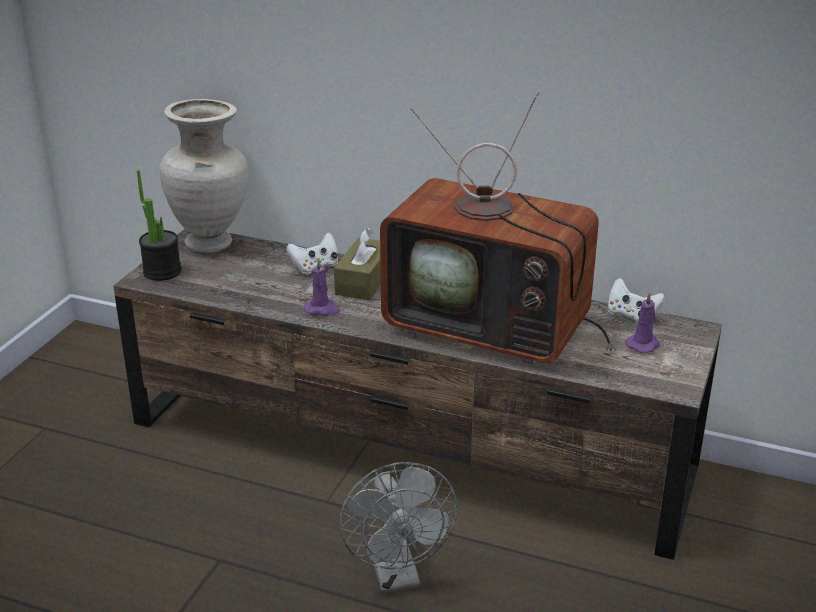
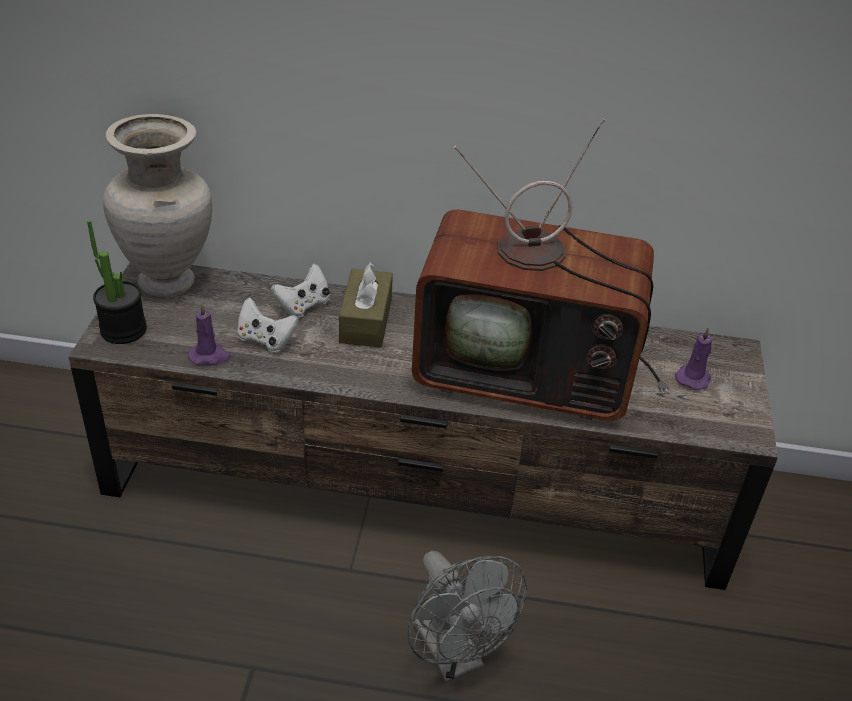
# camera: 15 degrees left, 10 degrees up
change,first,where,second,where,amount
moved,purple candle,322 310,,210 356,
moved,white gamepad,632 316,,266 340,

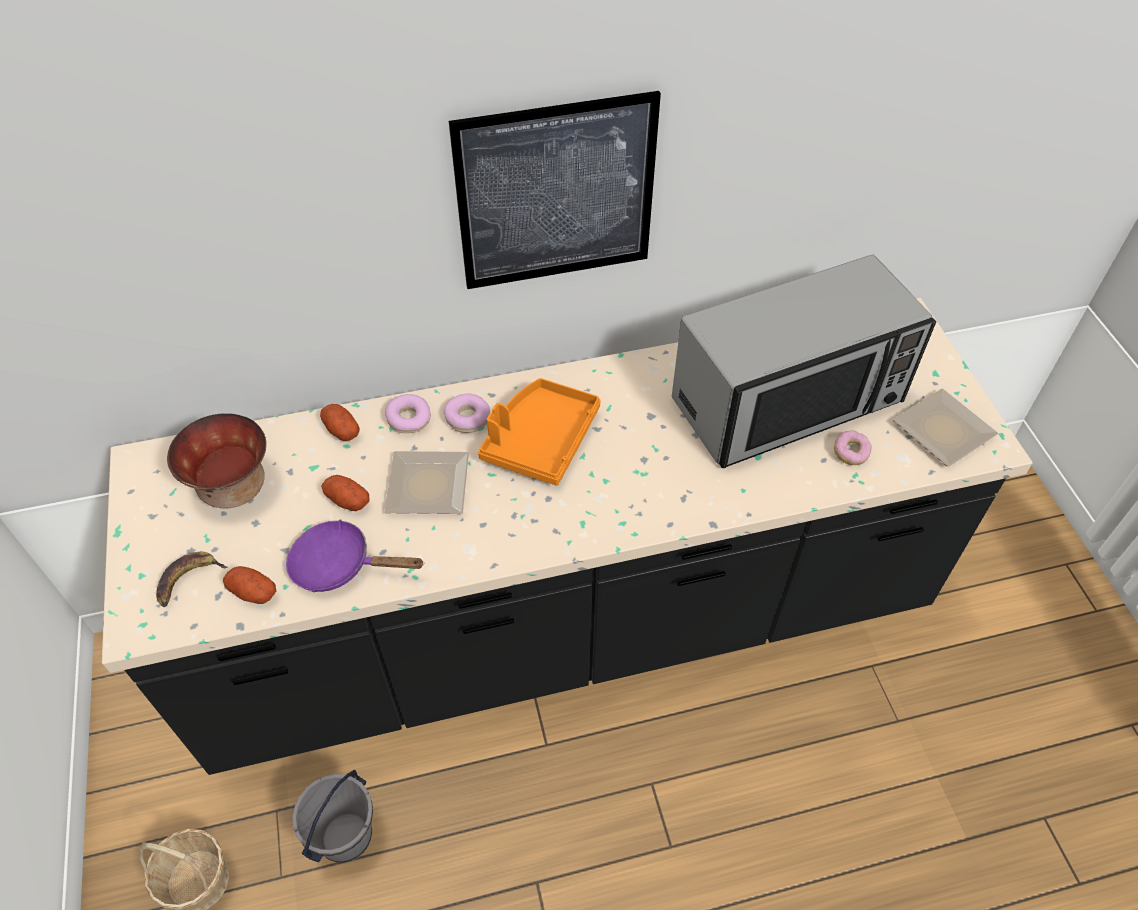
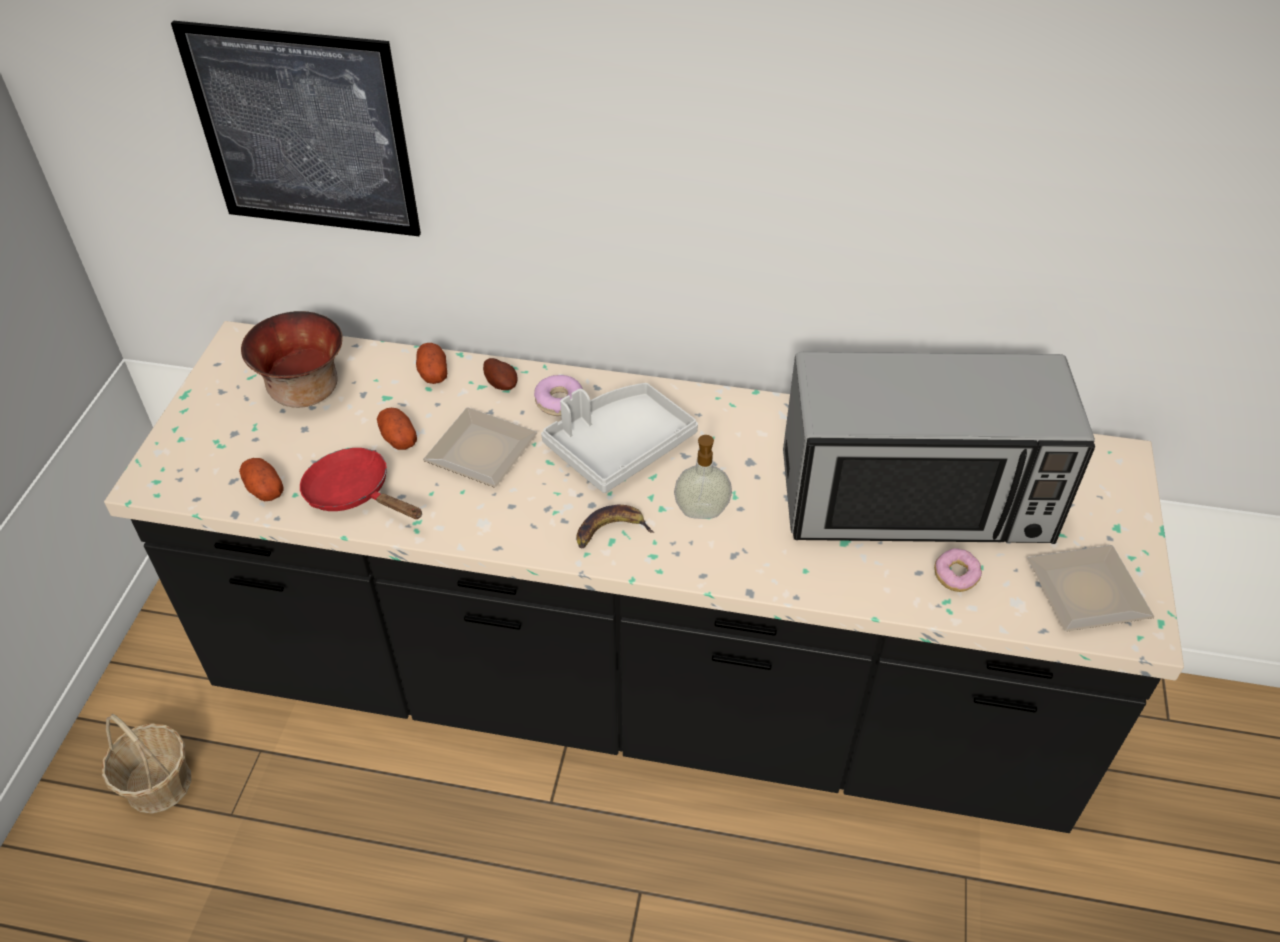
# camera: 25 degrees right, 5 degrees down
change,first,where,second,where,amount
moved,wall picture,556 194,,304 132,
recoloured,orange tray,540 440,greyish tray,619 446,
replaced,donut,409 419,whole potato,502 384,
recoloured,purple frying pan,340 565,red-coloured frying pan,355 494,
moved,banana fruit,187 580,,610 531,
removed,greyish bucket,345 836,,,
added,,,soap bottle,701 513,

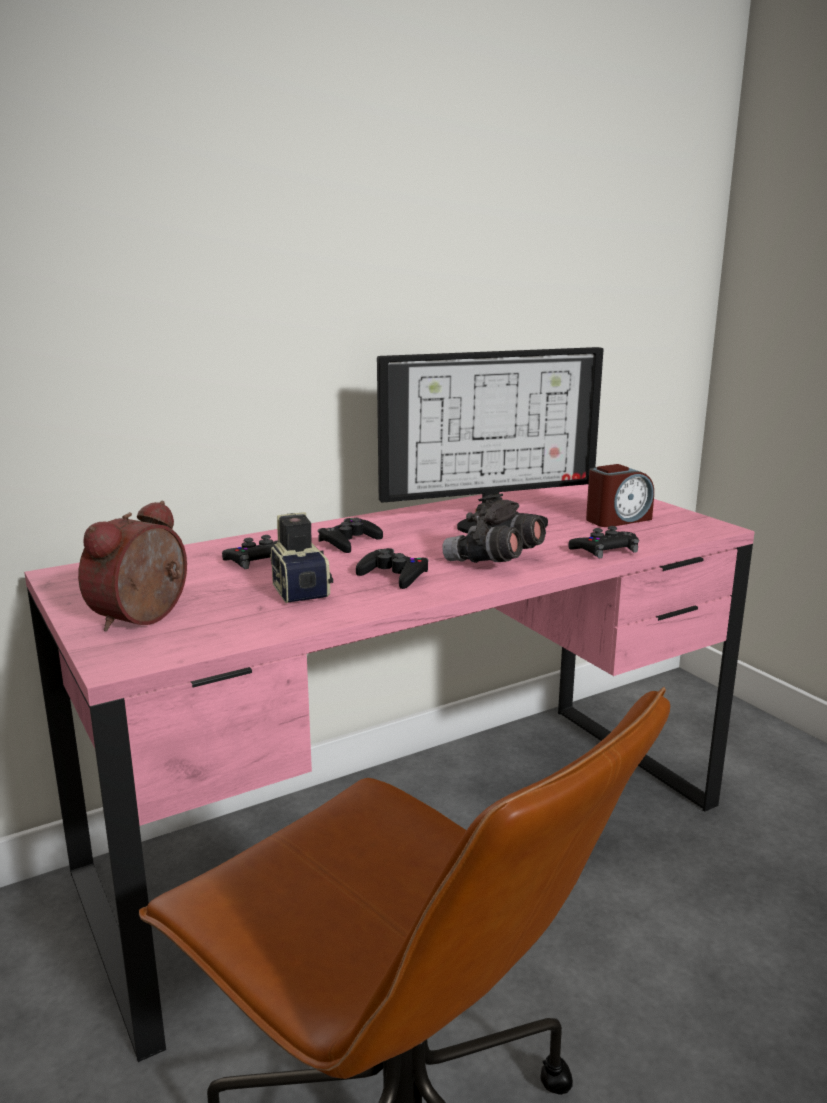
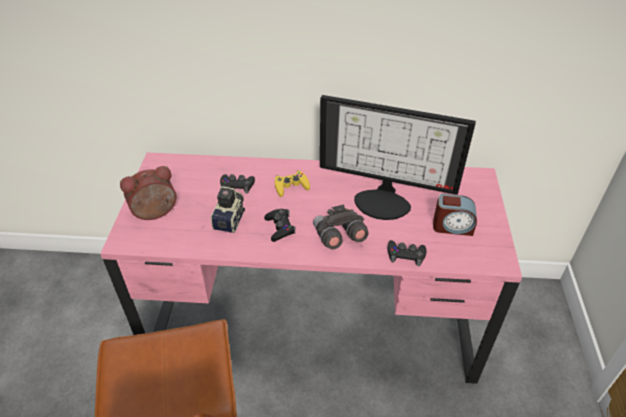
# camera: 35 degrees right, 25 degrees up
change,first,where,second,where,amount
recoloured,black-coloured gamepad,349 542,yellow gamepad,291 186,

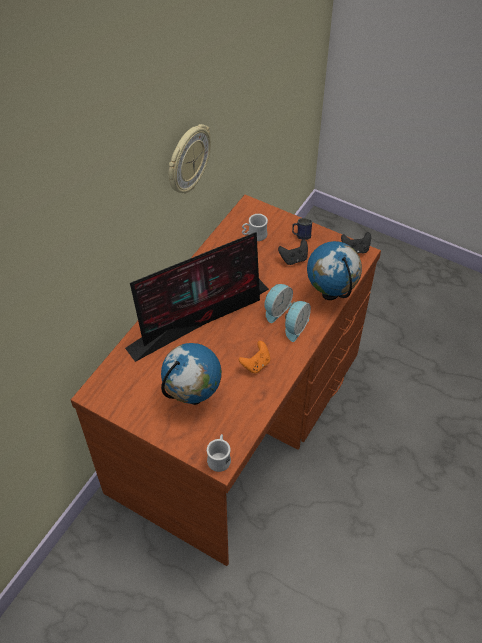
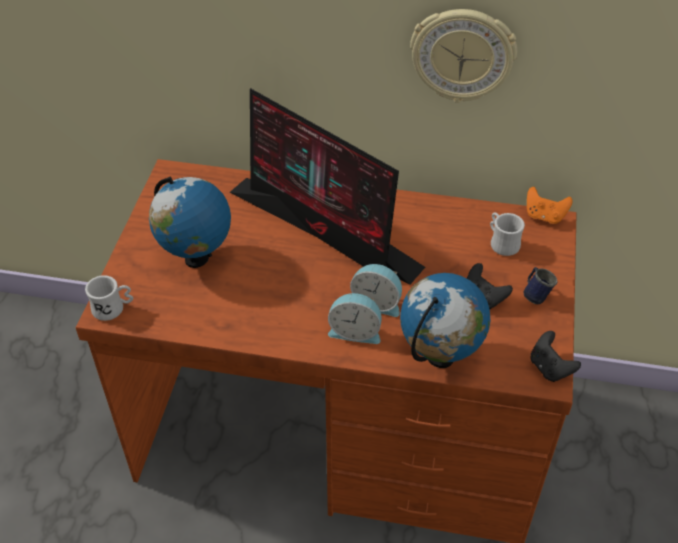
# camera: 70 degrees right, 5 degrees down
change,first,where,second,where,amount
moved,orange gamepad,256 364,,544 216,

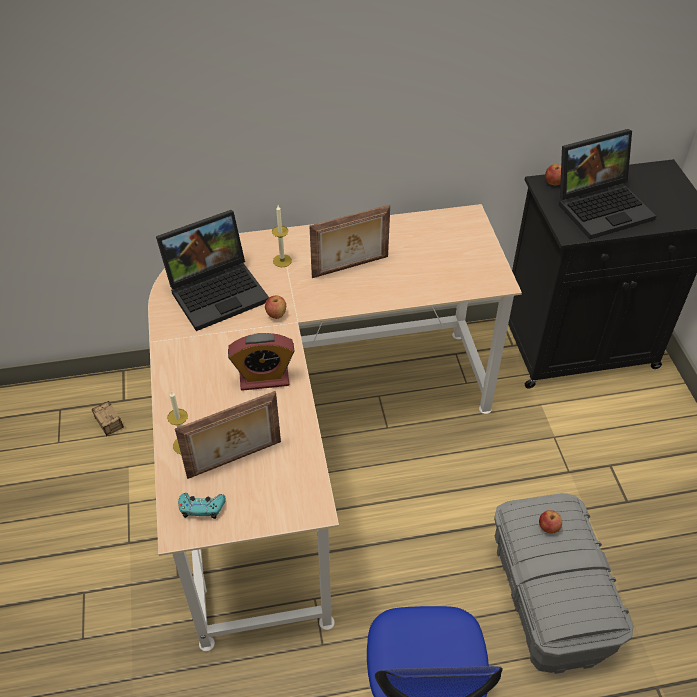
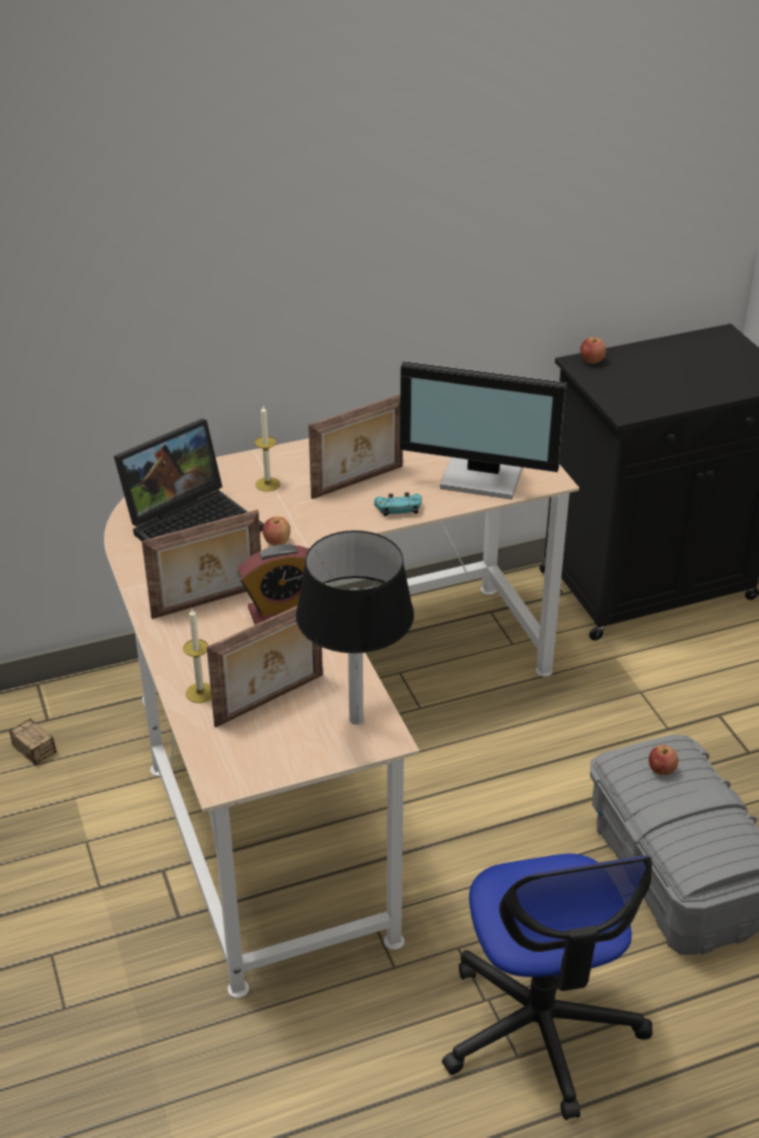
# camera: 10 degrees left, 10 degrees down
change,first,where,second,where,amount
removed,laptop,602 206,,,
moved,blue-green gamepad,202 507,,398 509,
added,,,monitor,483 476,
added,,,picture frame,208 603,
added,,,black-coloured table lamp,356 719,

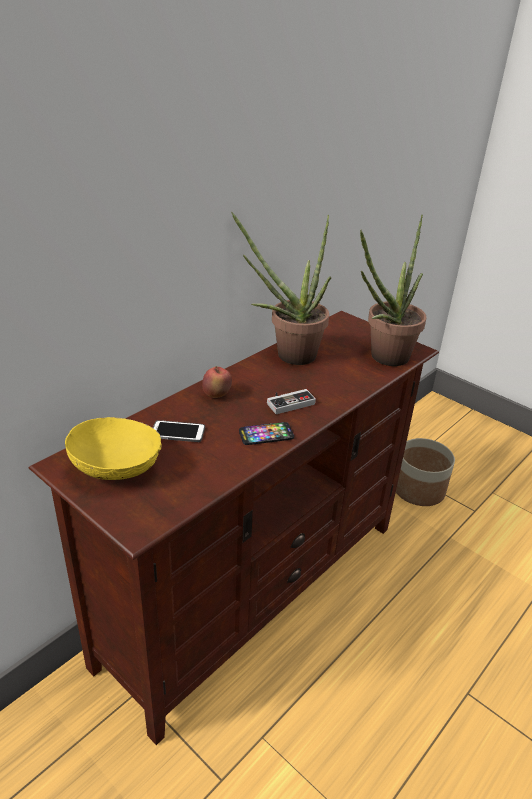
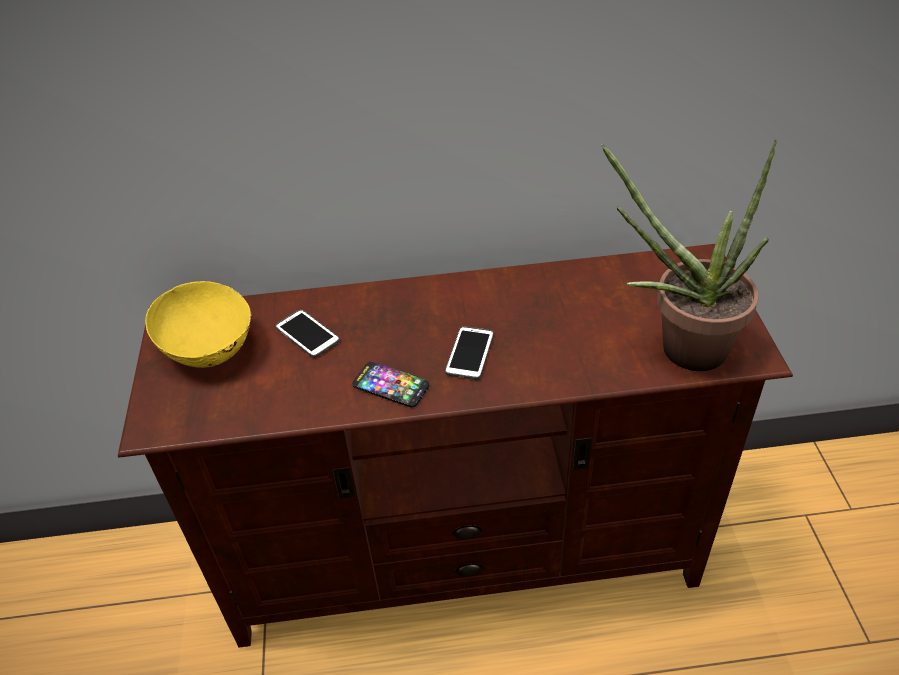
# camera: 45 degrees right, 10 degrees up
change,first,where,second,where,amount
removed,plant in a pot,287 355,,,
removed,apple fruit,217 395,,,
replaced,gamepad,288 401,handset,469 354,
removed,plant pot,418 489,,,

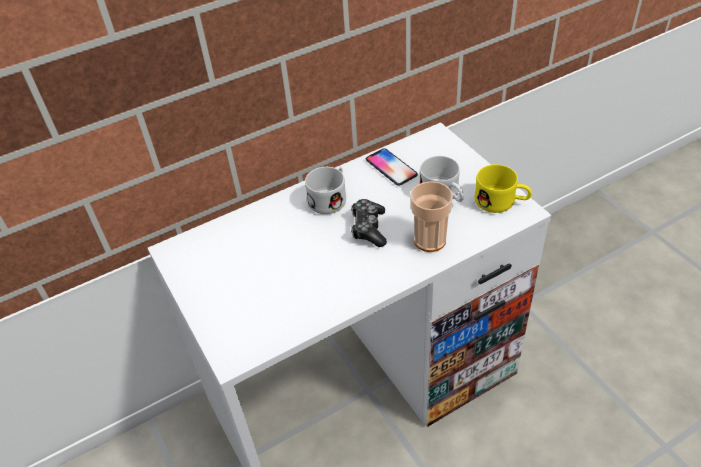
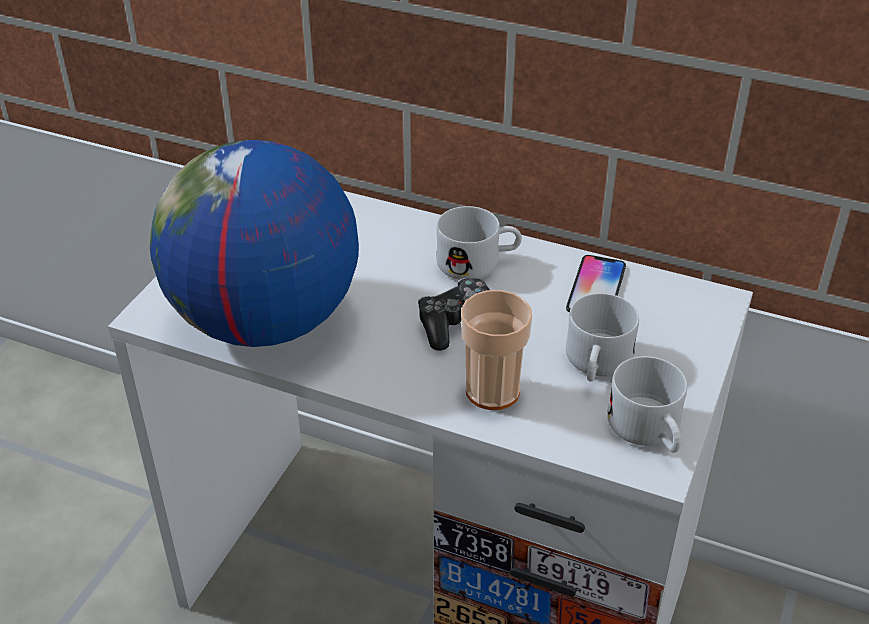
# camera: 50 degrees right, 5 degrees down
change,first,where,second,where,amount
recoloured,yellow mug,501 202,white mug,649 432,
added,,,desk globe,264 322,

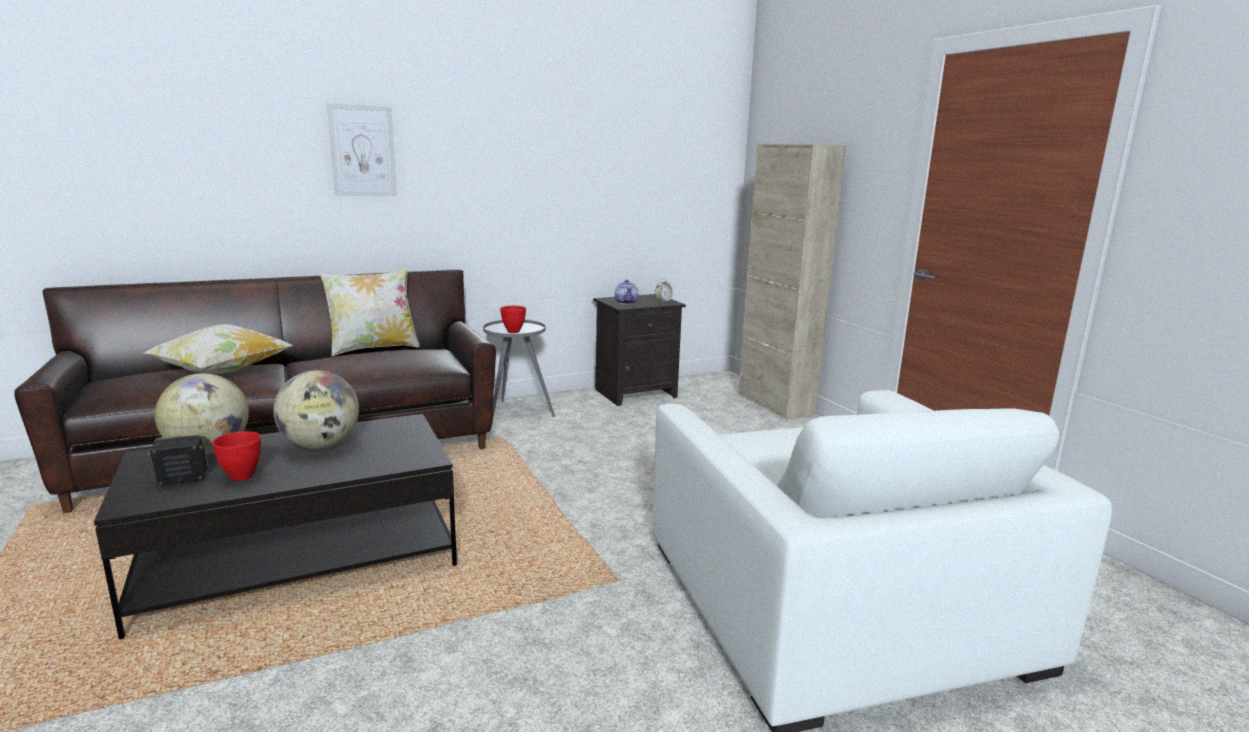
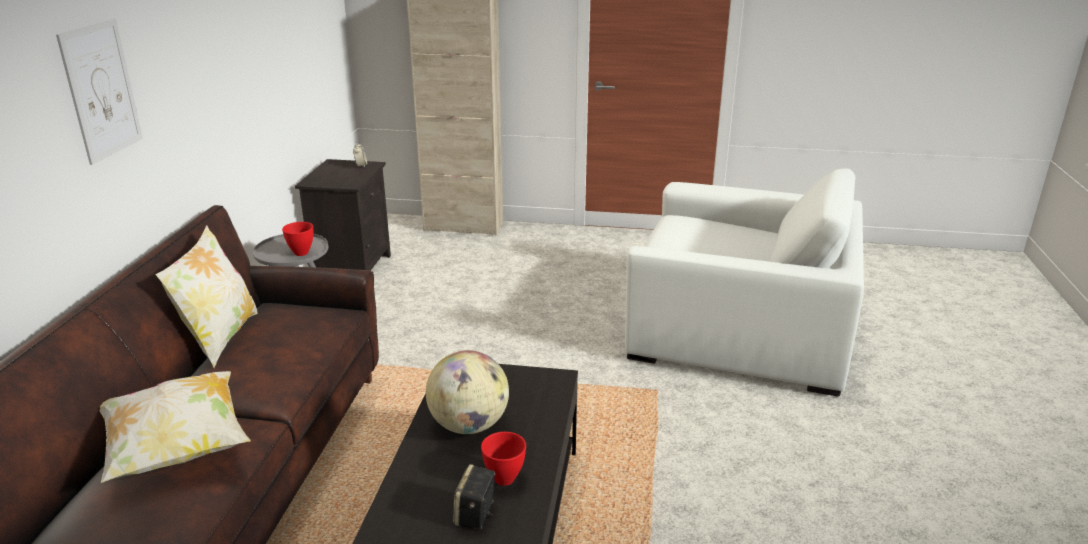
# camera: 55 degrees left, 10 degrees up
change,first,where,second,where,amount
removed,pot for tea,626 302,,,
removed,desk globe,209 450,,,

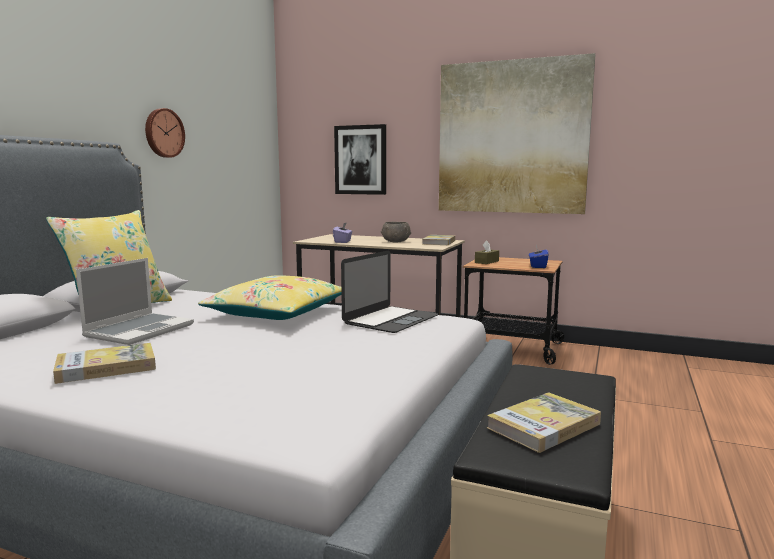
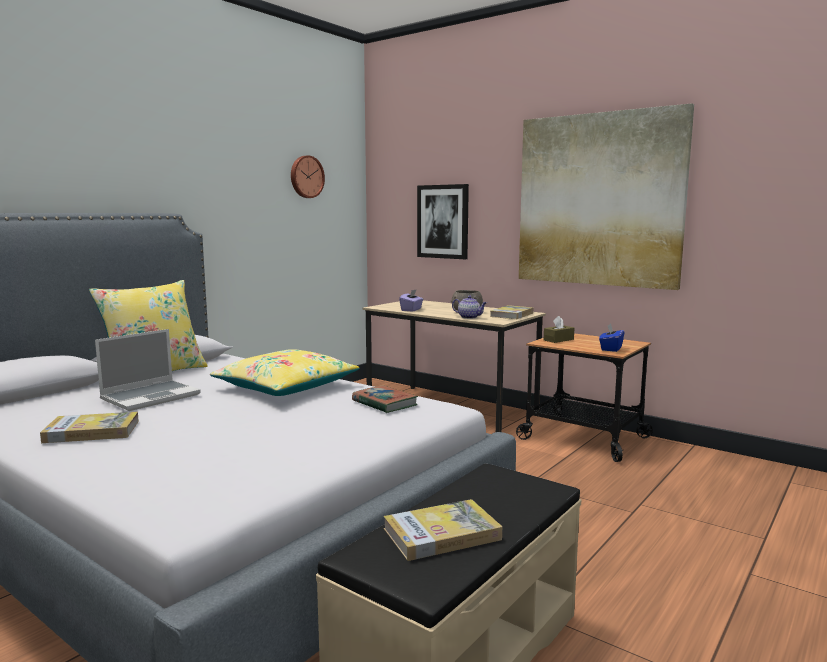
# camera: 15 degrees right, 0 degrees up
change,first,where,second,where,amount
moved,wall clock,163 133,,306 177,
replaced,laptop,390 319,volume,384 403,
added,,,pot for tea,469 317,

